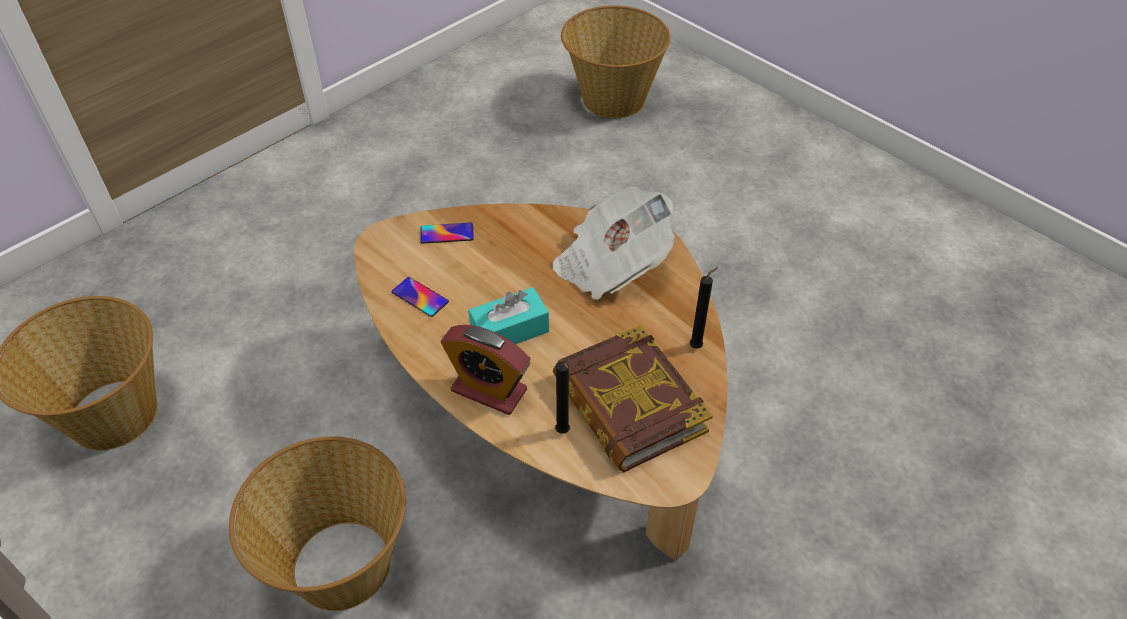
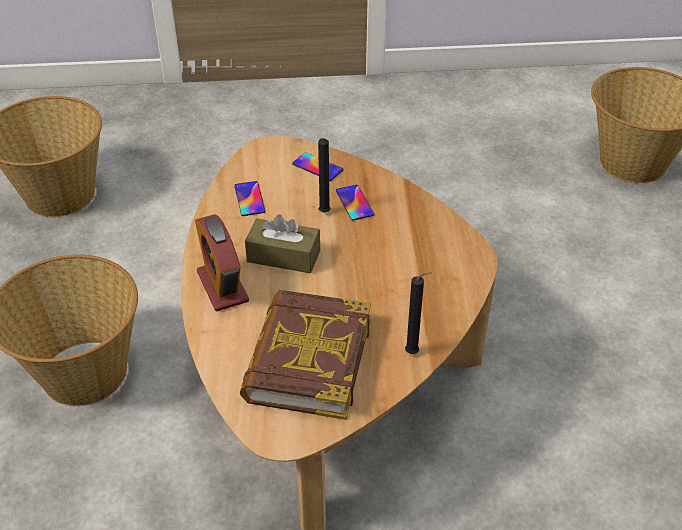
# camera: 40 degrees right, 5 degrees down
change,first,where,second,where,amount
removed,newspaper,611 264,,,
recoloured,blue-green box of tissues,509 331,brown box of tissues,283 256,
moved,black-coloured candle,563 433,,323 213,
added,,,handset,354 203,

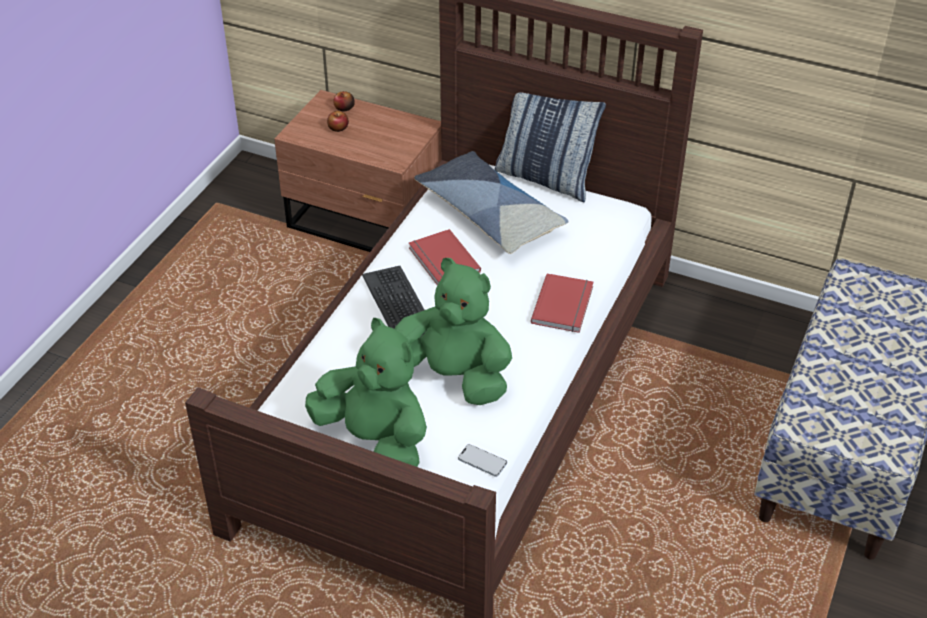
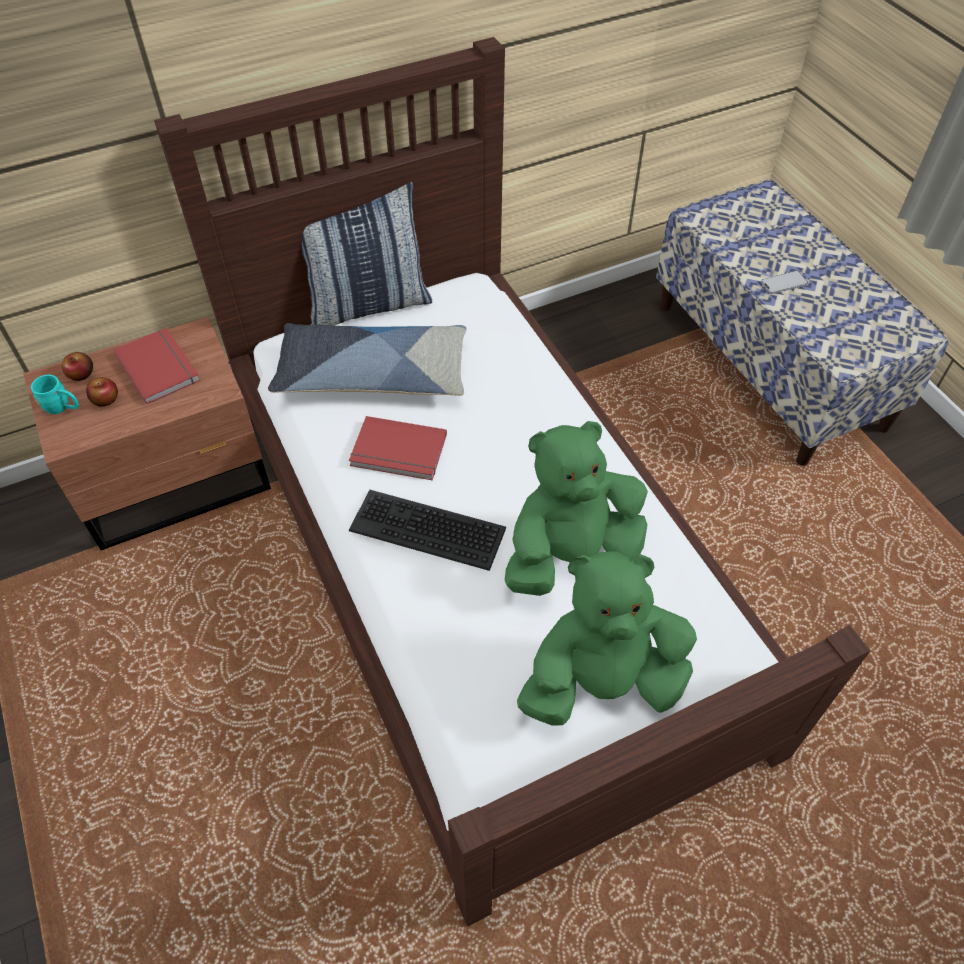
# camera: 50 degrees left, 10 degrees up
change,first,where,second,where,amount
moved,red-coloured volume,564 305,,160 366,
moved,handset,482 461,,784 283,
added,,,blue-green mug,62 407,

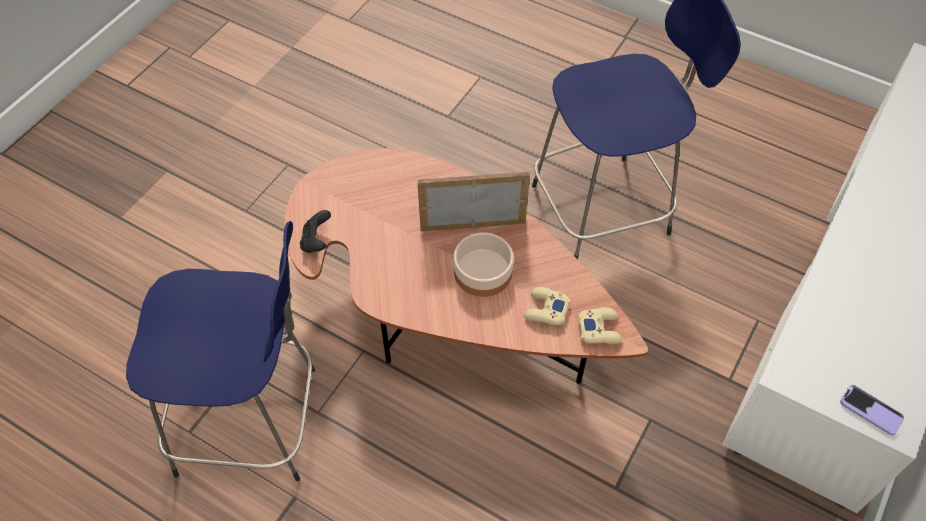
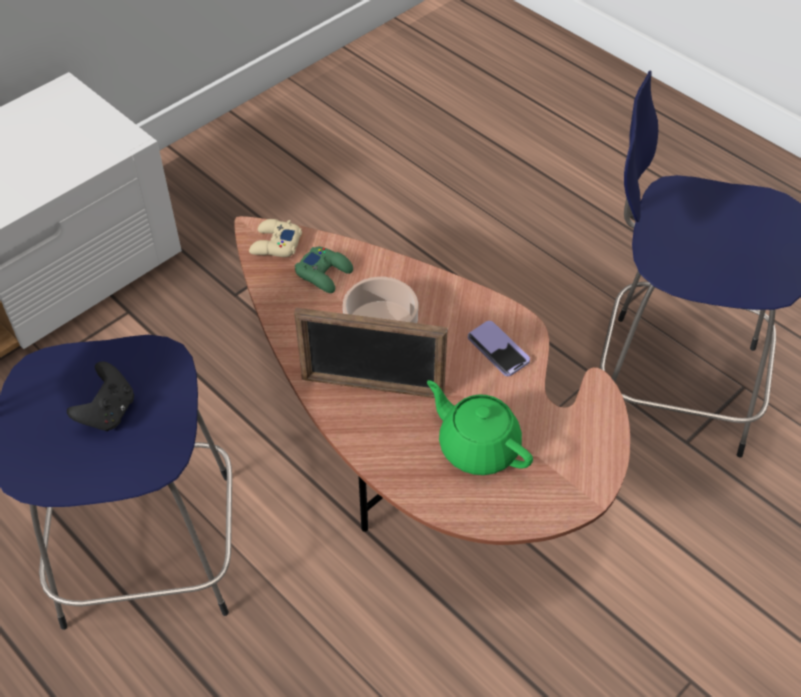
# camera: 165 degrees left, 5 degrees down
change,first,where,second,where,amount
moved,black-coloured gamepad,316 241,,108 412,
recoloured,beige-coloured gamepad,545 310,green gamepad,324 273,
moved,handset,871 410,,498 350,
added,,,green pot for tea,477 446,

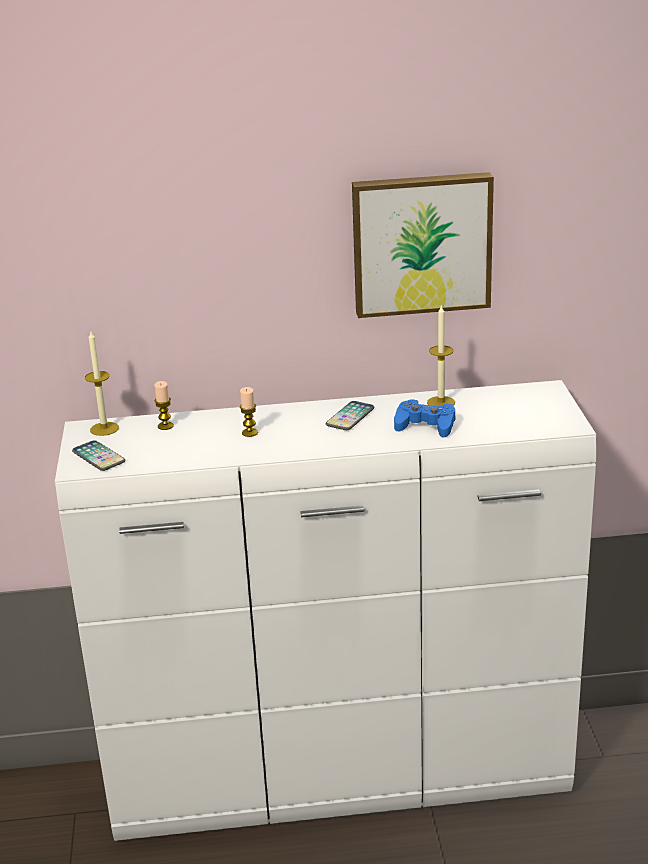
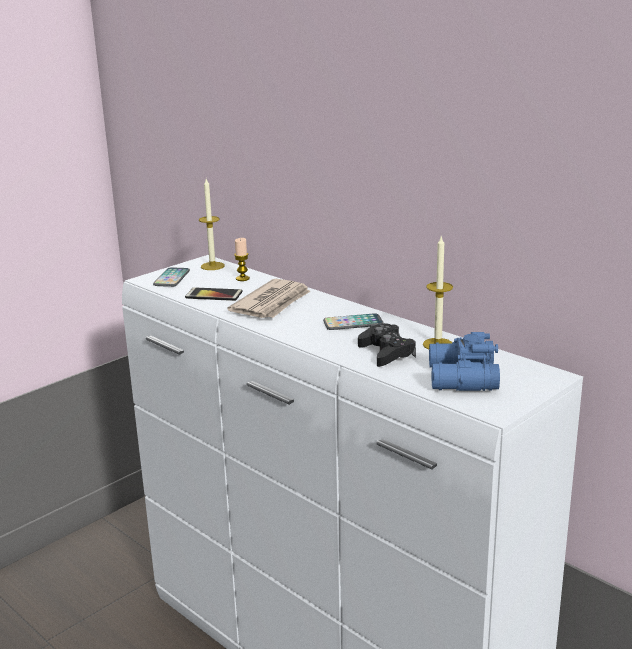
# camera: 50 degrees right, 5 degrees down
change,first,where,second,where,amount
removed,wall picture,421 243,,,
replaced,candle,250 433,newspaper,272 303,
recoloured,blue-coloured gamepad,425 425,black-coloured gamepad,386 353,
added,,,handset,214 295,
added,,,blue-coloured field glasses,460 379,

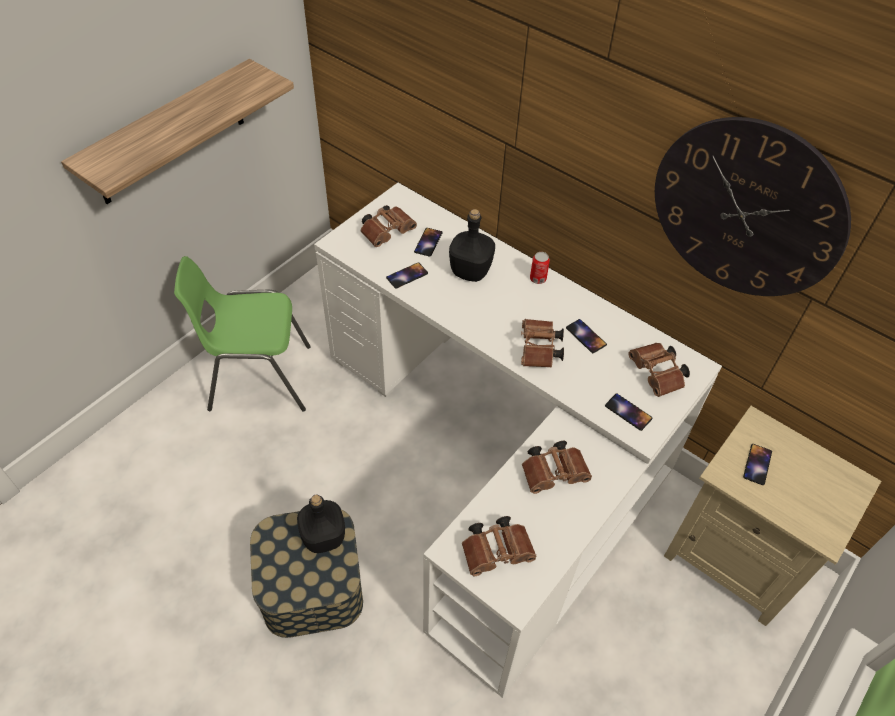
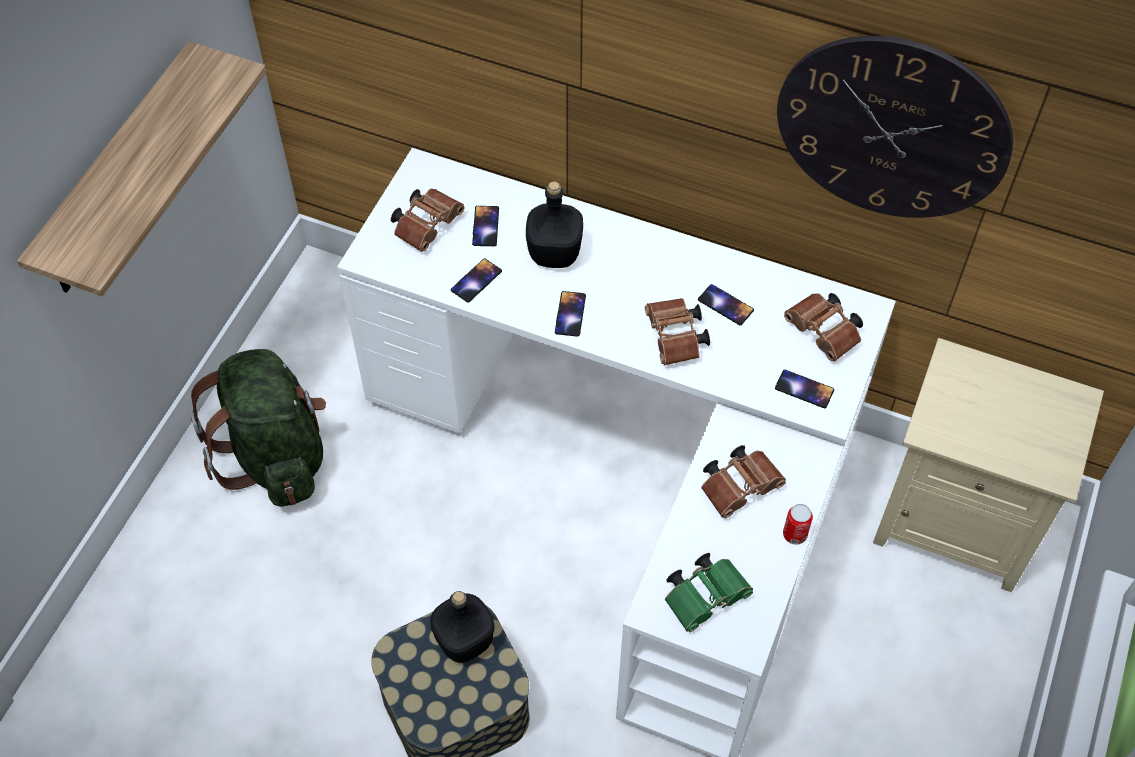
# camera: 15 degrees left, 5 degrees up
change,first,where,second,where,amount
moved,can,538 279,,794 534,
replaced,green plain chair,259 378,green knapsack,276 456,
moved,handset,757 464,,570 314,
recoloured,brown field glasses,498 551,green field glasses,706 596,

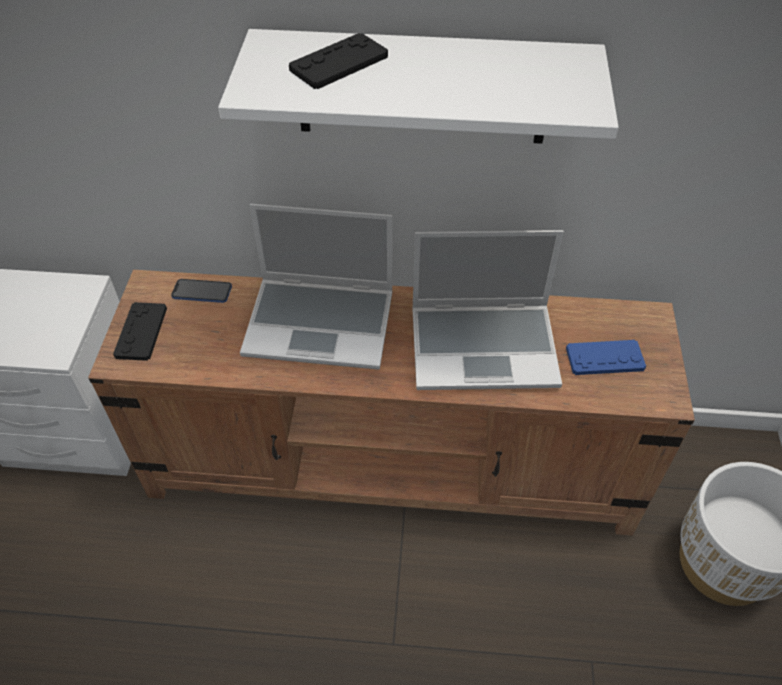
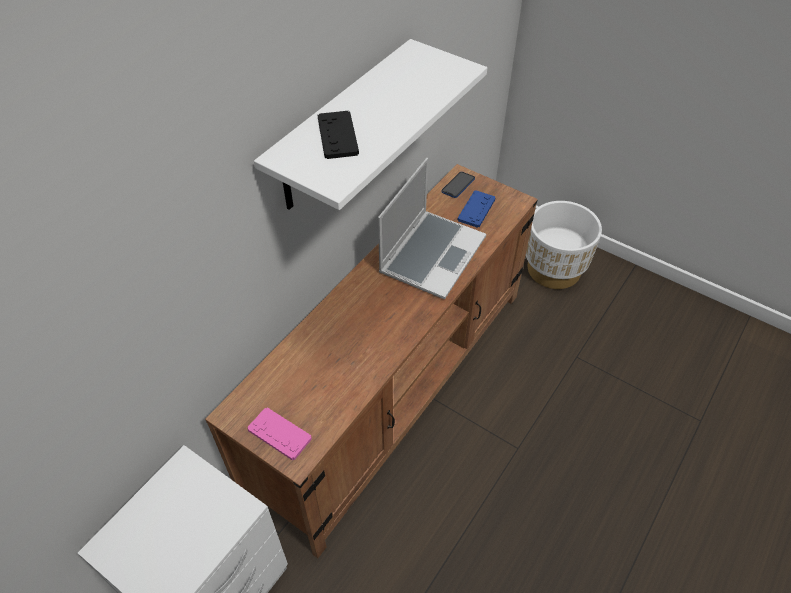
# camera: 60 degrees left, 0 degrees up
change,first,where,second,where,amount
removed,laptop,322 323,,,
moved,handset,202 292,,458 185,
recoloured,black-coloured gamepad,141 332,pink-coloured gamepad,279 434,

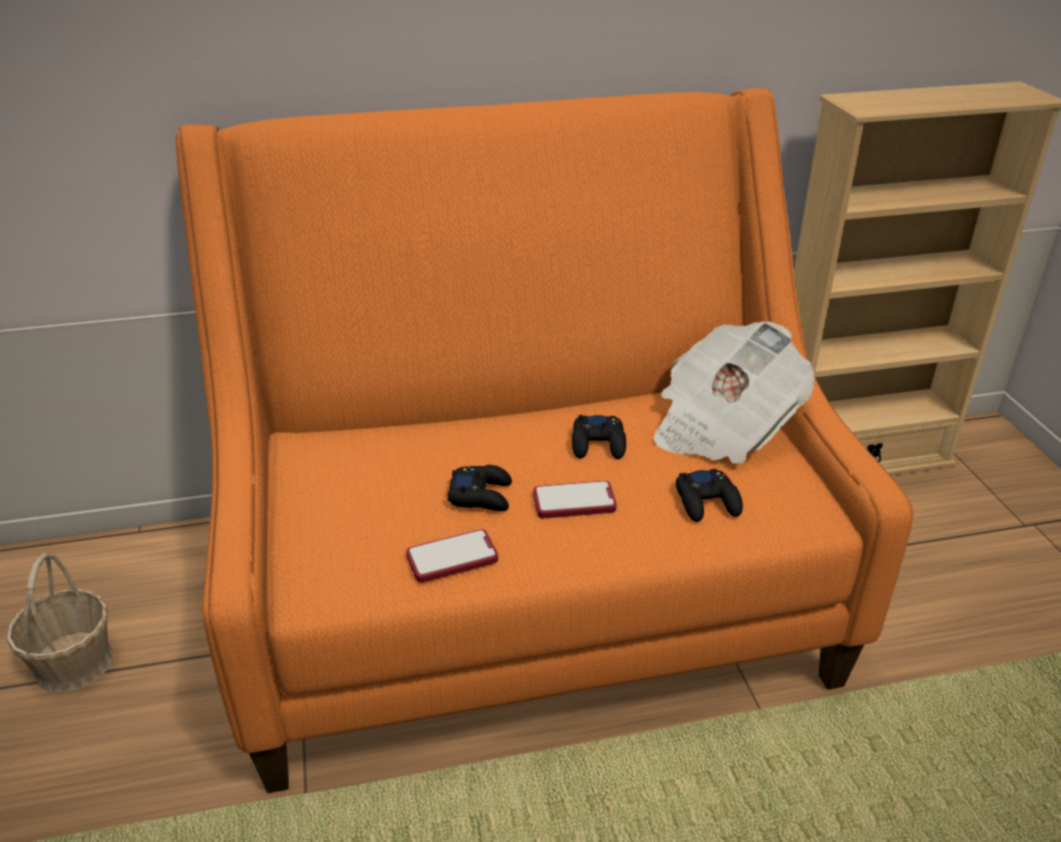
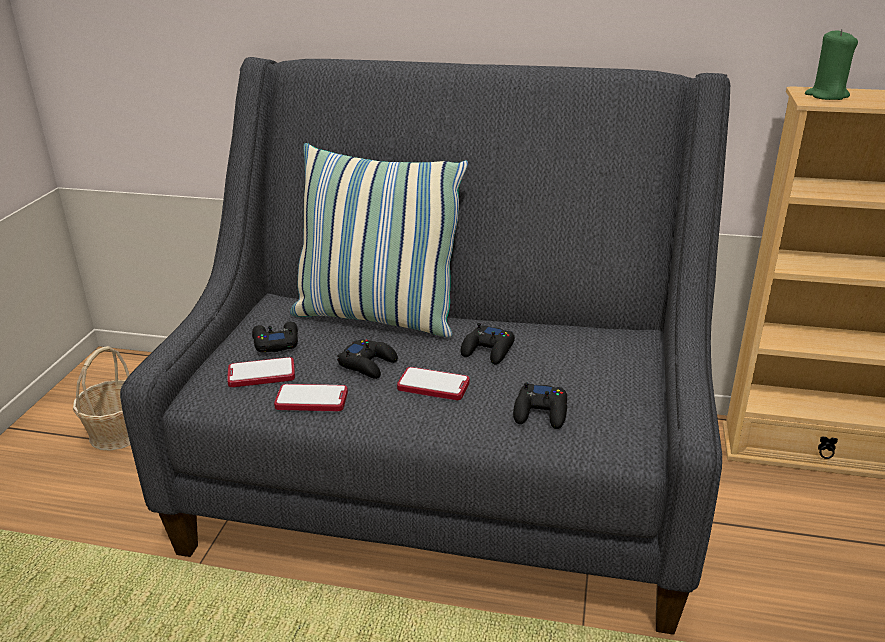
# camera: 25 degrees right, 5 degrees down
change,first,where,second,where,amount
recoloured,orange settee,530 601,greyish settee,445 484,
removed,newspaper,722 426,,,
added,,,green candle,826 96,
added,,,cushion,377 317,
added,,,black-coloured gamepad,275 343,
added,,,handset,261 374,

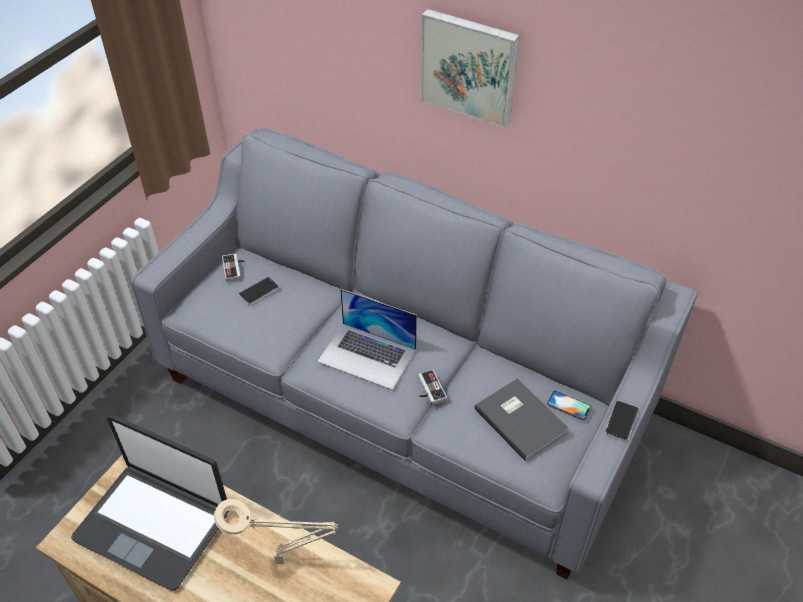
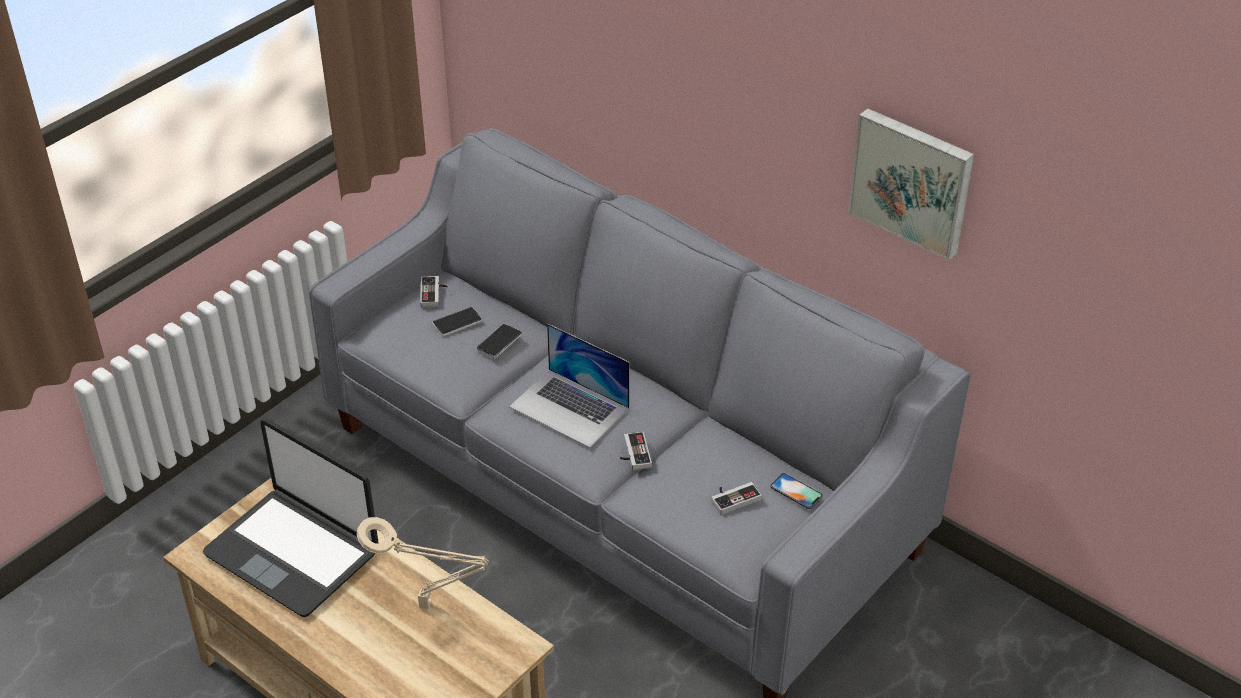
# camera: 10 degrees right, 5 degrees down
change,first,where,second,where,amount
moved,wall picture,469 66,,912 181,
replaced,greyish volume,521 419,gamepad,733 497,
moved,handset,621 421,,499 342,

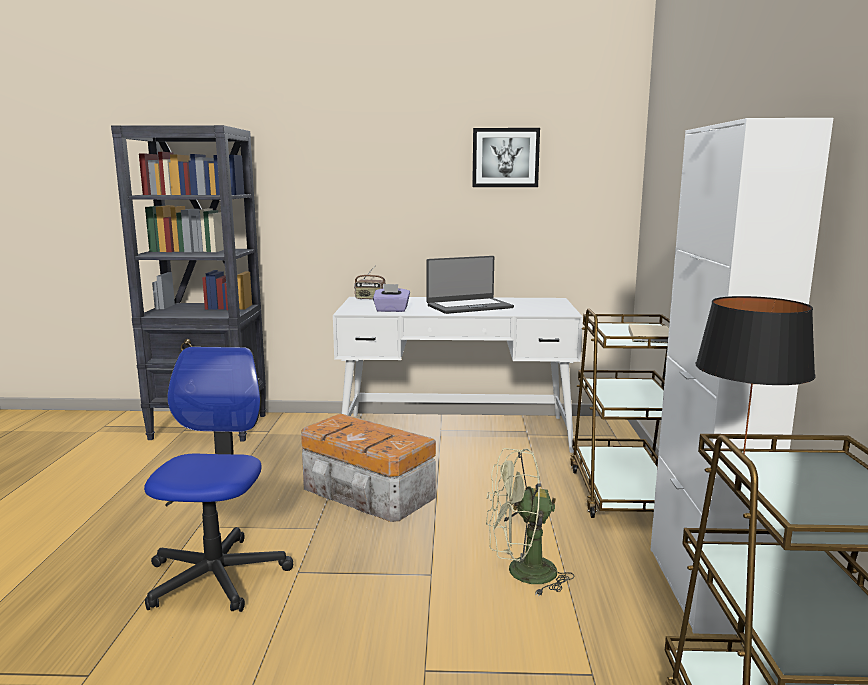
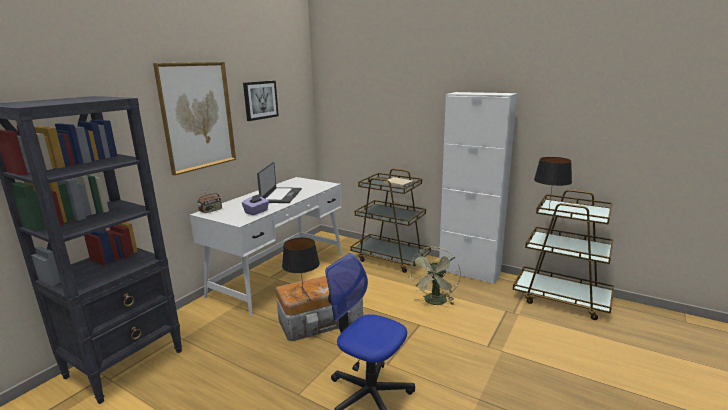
# camera: 60 degrees left, 5 degrees up
change,first,where,second,where,amount
added,,,wall picture,197 116,
added,,,black-coloured table lamp,302 294,

